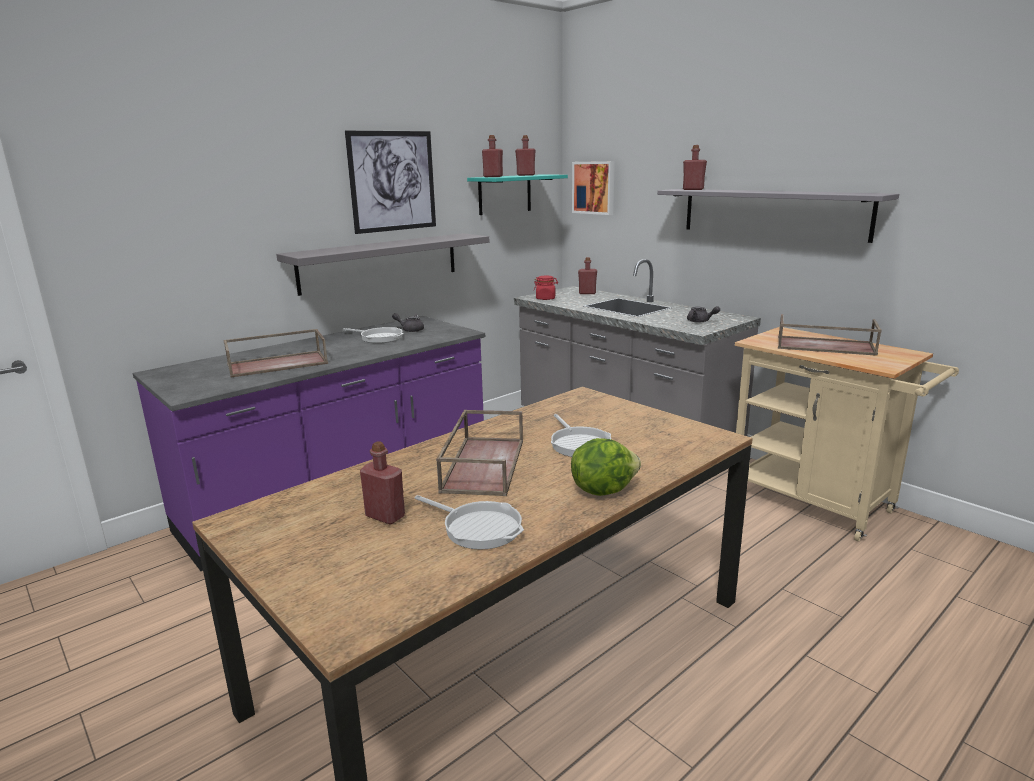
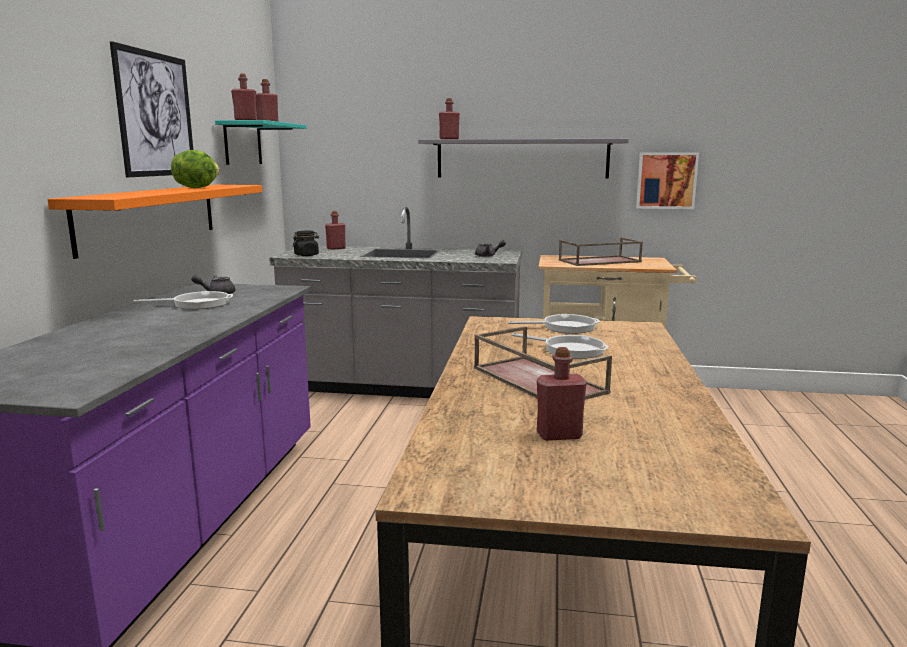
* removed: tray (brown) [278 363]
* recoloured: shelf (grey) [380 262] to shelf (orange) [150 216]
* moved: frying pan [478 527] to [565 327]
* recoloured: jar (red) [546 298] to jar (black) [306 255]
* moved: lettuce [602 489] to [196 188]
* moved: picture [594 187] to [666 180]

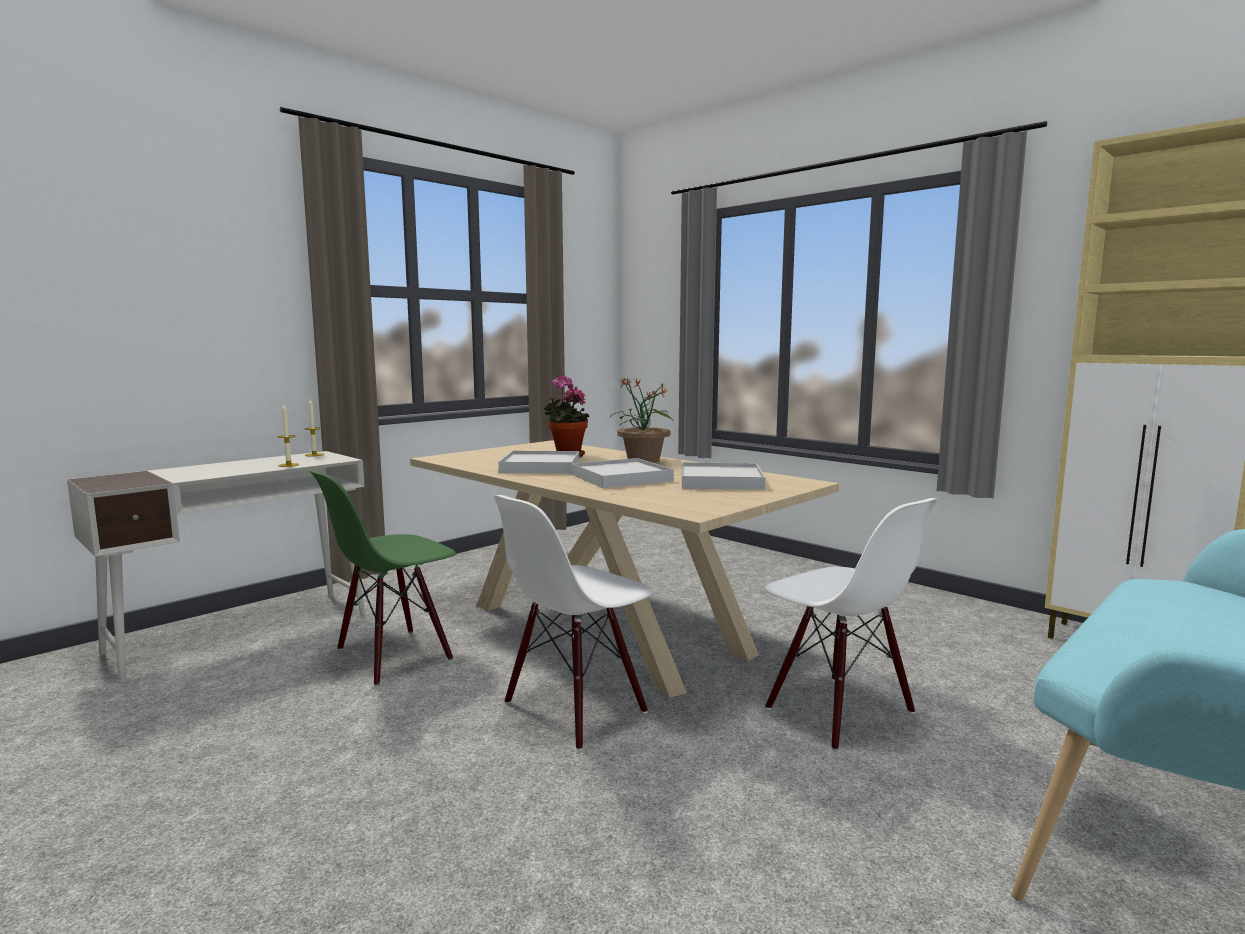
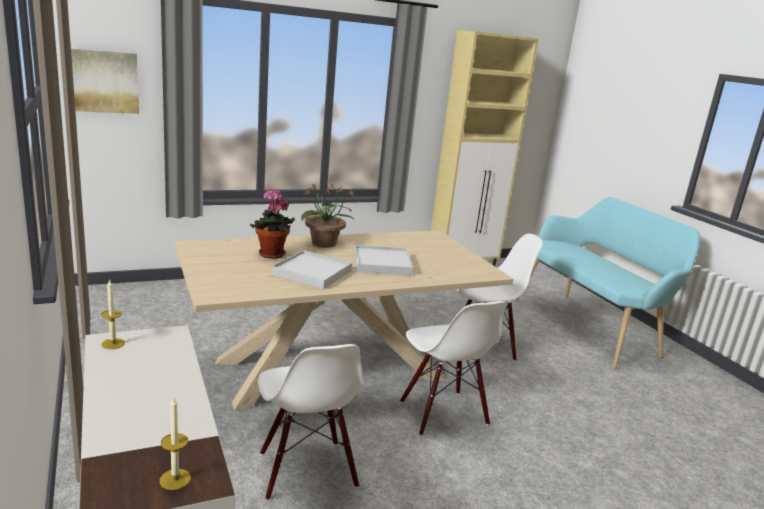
* moved: candle [288 465] to [175 479]
* recoloured: chair (green) [393 655] to chair (white) [306 470]
* removed: tray (white) [721 481]
* added: picture [106 81]

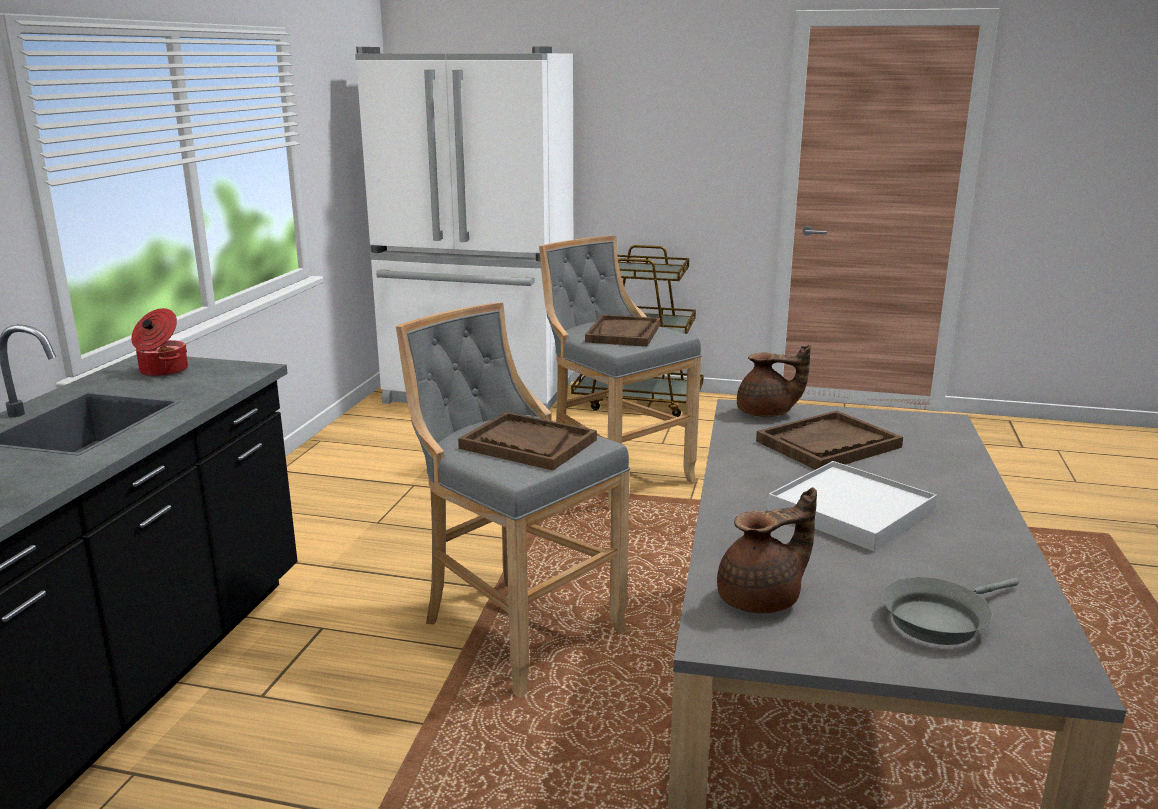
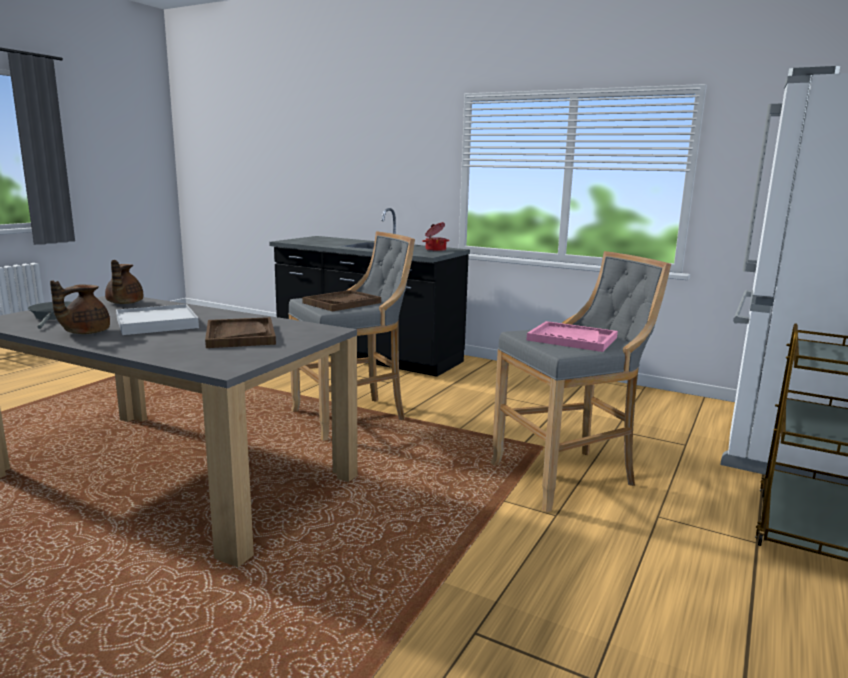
* recoloured: tray (brown) [623 333] to tray (pink) [571 339]
* moved: teapot (brown) [766 413] to [84 332]

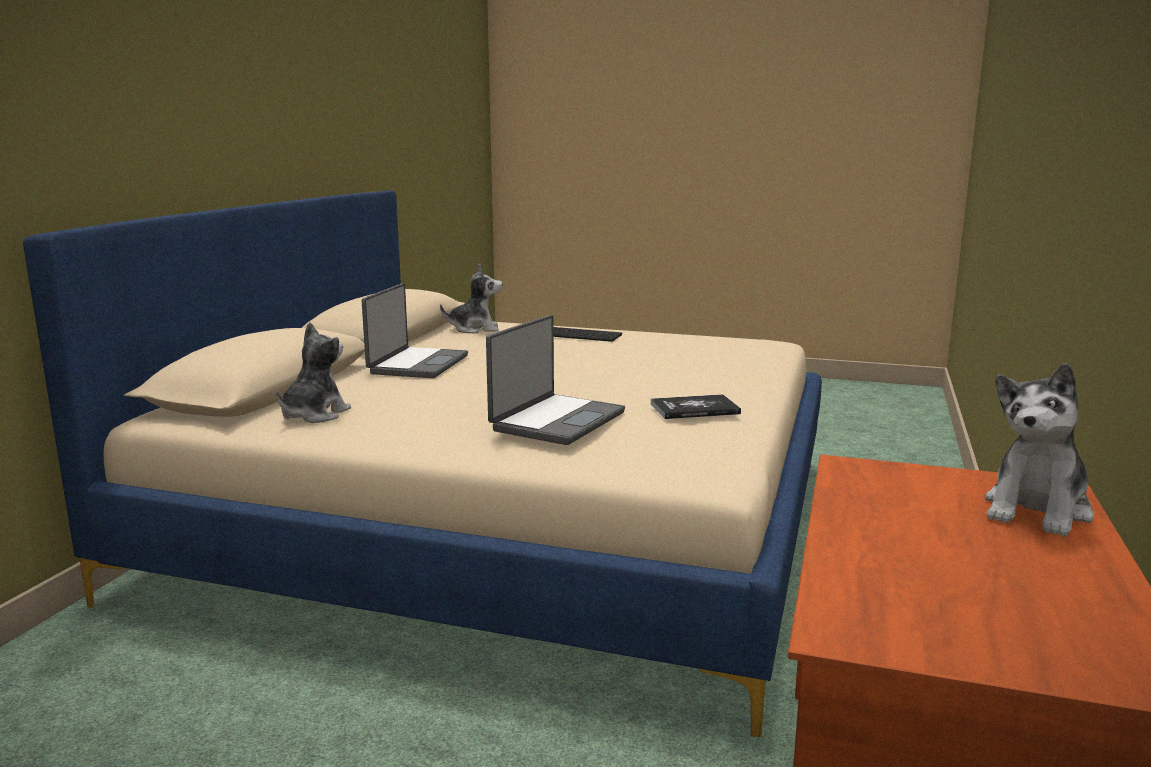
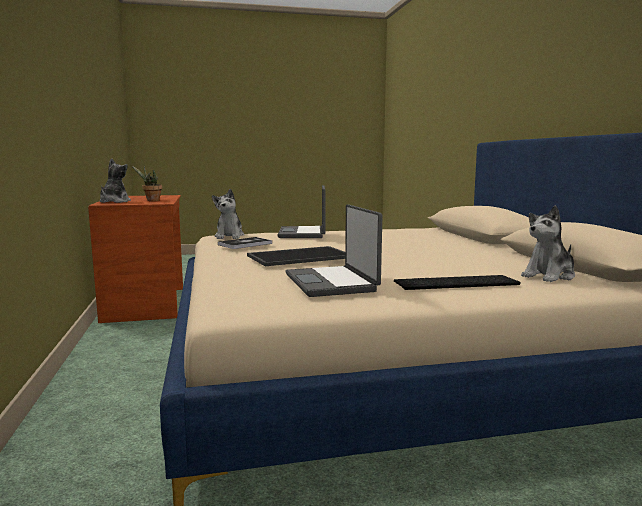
* moved: plush toy [314 415] to [229 236]
* moved: laptop [417 364] to [332 283]
* added: potted plant [151 200]
* added: tray [300 256]

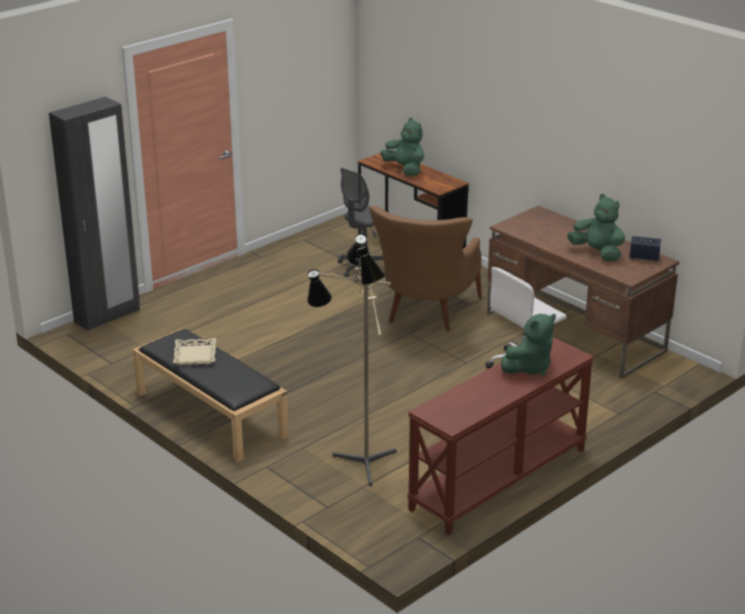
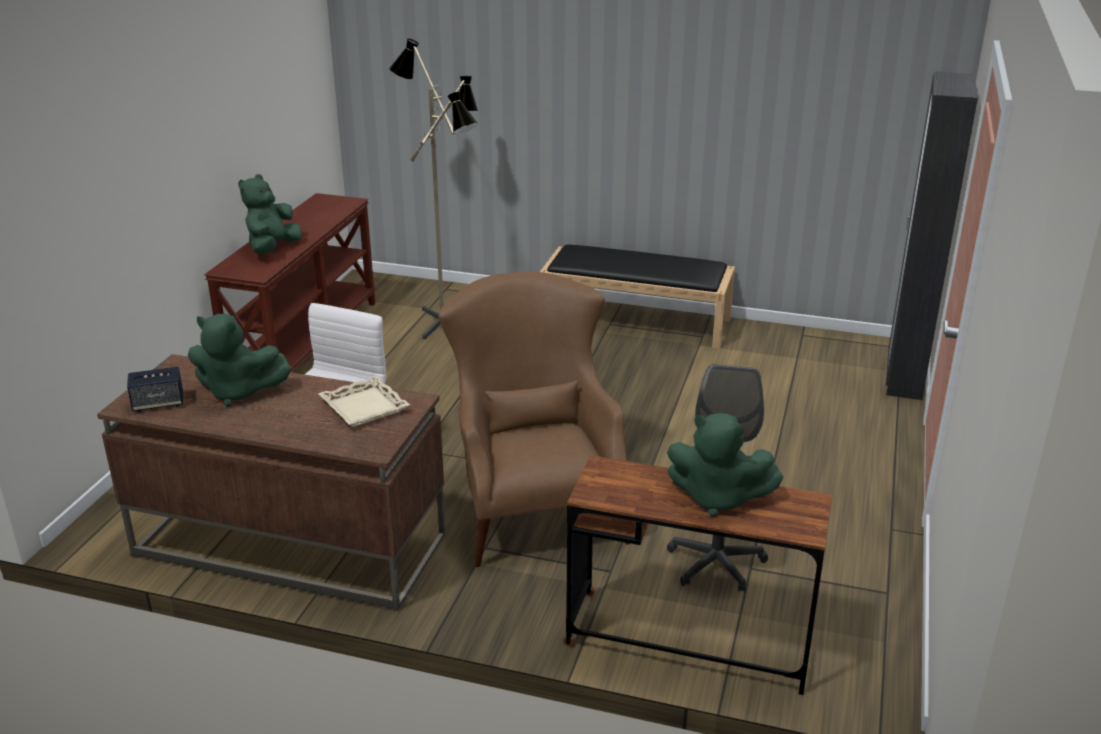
* moved: tray (beige) [194 355] to [365 407]

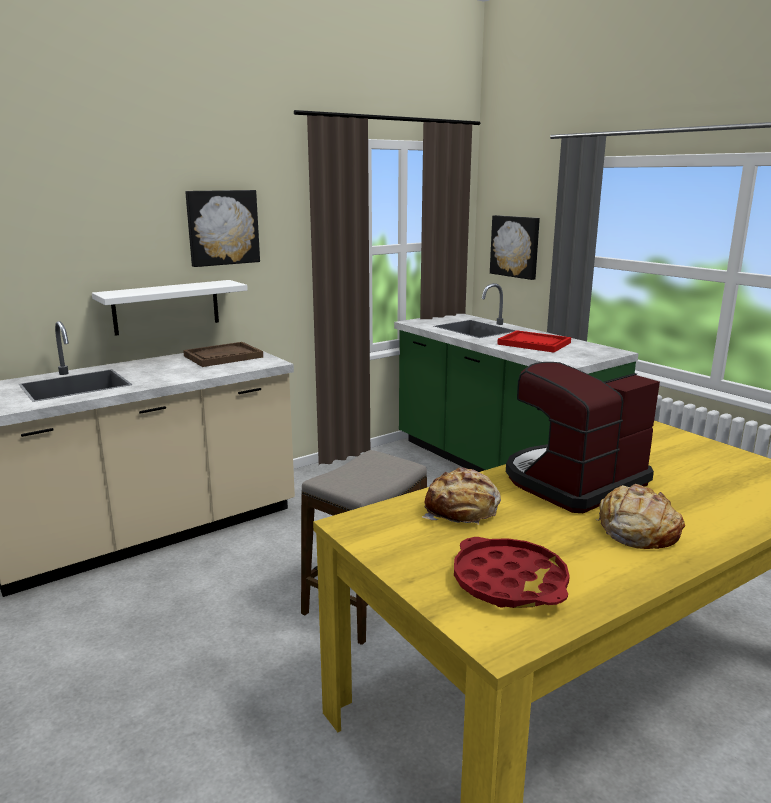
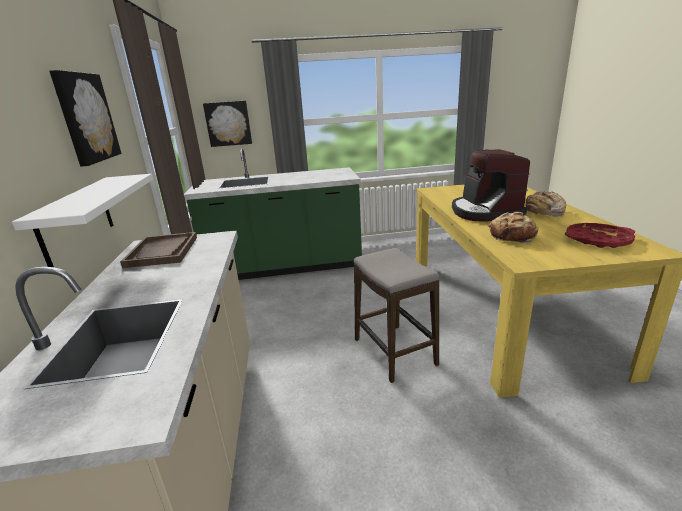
* removed: tray (red) [534 343]

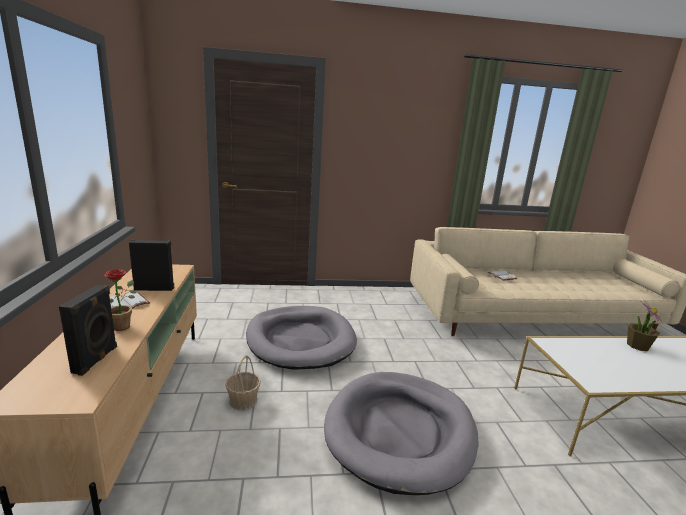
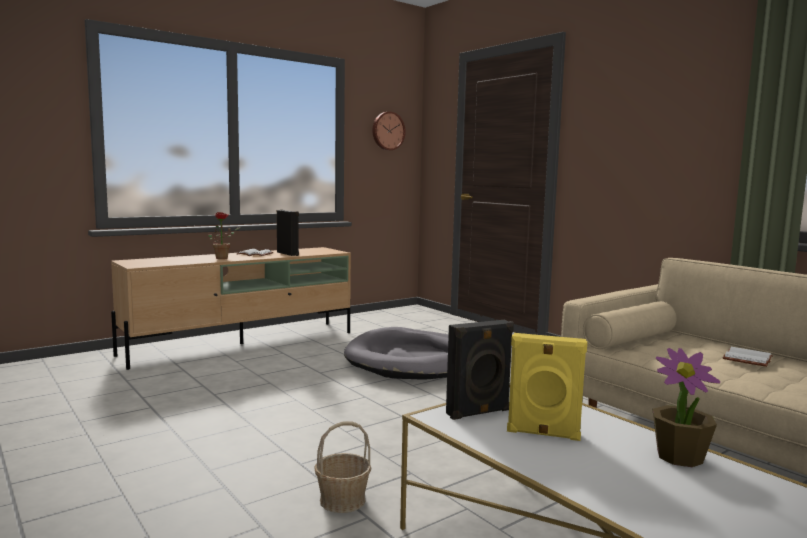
* moved: speaker (black) [96 360] to [479 413]
* moved: basket [243 401] to [342 500]
* removed: dog bed (grey) [400 431]
* added: wall clock [387 131]
* added: speaker (yellow) [543 434]

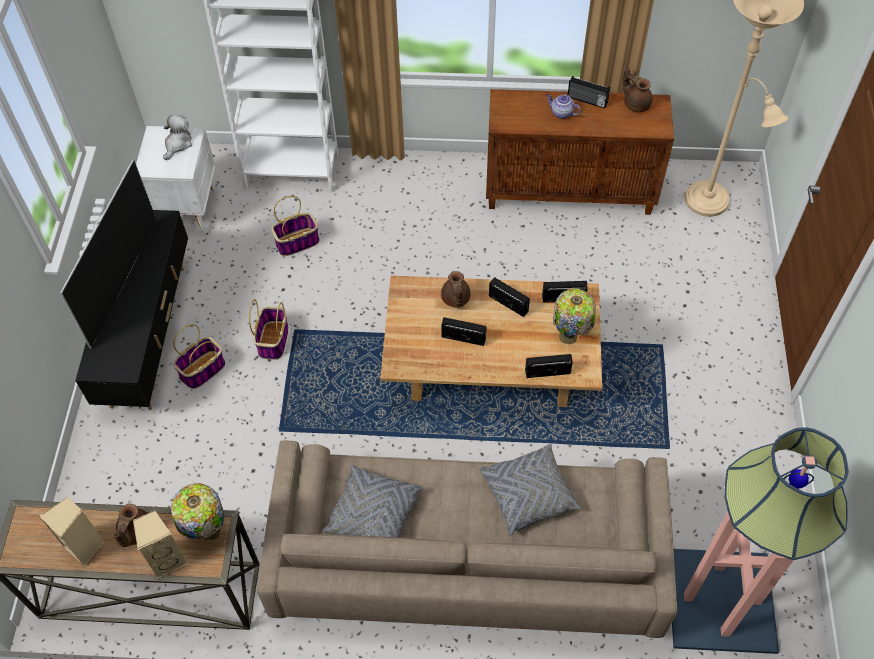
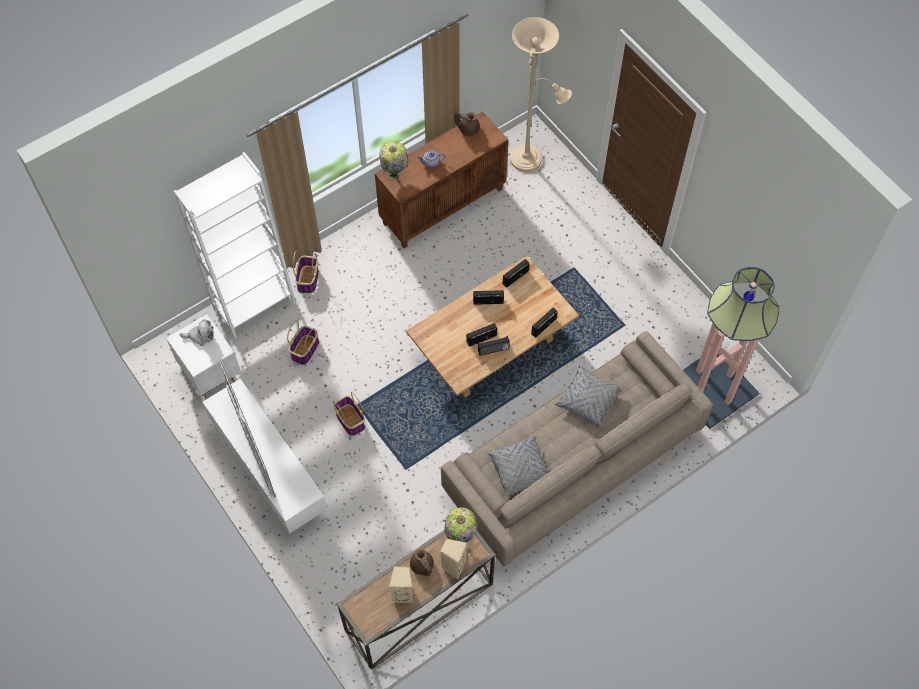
* recoloured: tv stand (black) [150 335] to tv stand (white) [270 471]
* turned: plush toy [178 144] = [200 336] 105 degrees clockwise
* moved: basket [202 371] to [308 280]
* removed: teapot (brown) [455 299]
* moved: table lamp [569 337] to [394 175]
* moved: radio [587 101] to [493 350]

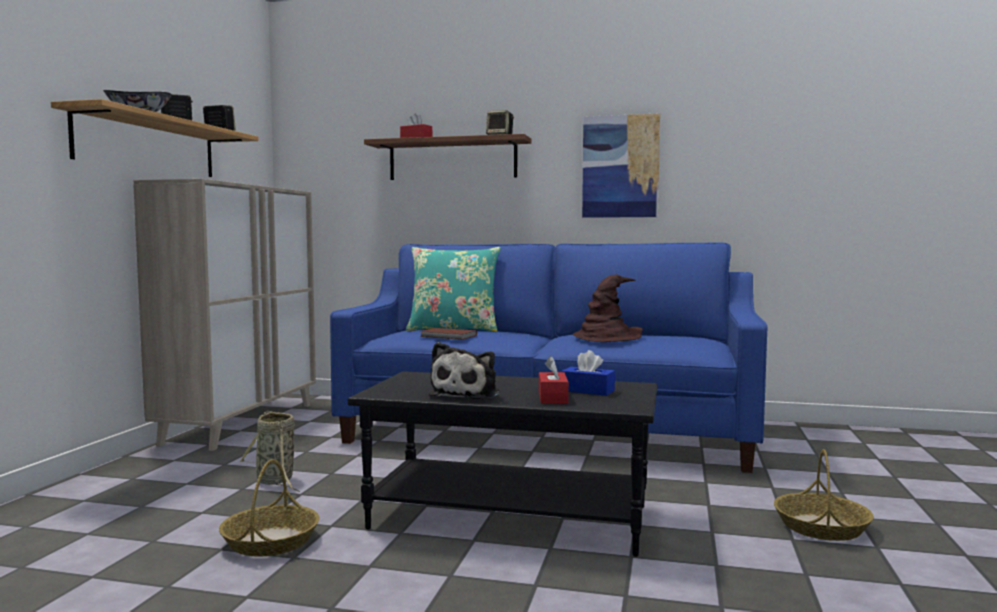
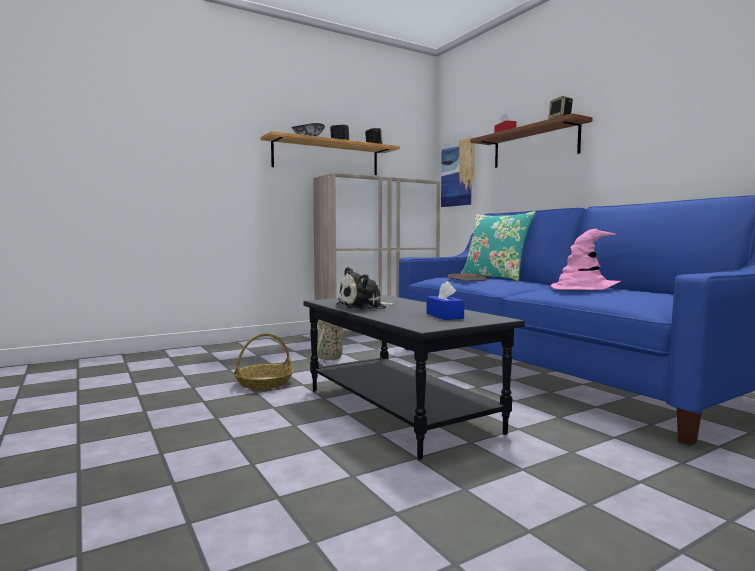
* removed: tissue box (red) [553 398]
* recoloured: hat (brown) [607 337] to hat (pink) [584 288]
* moved: picture [620 166] to [458 173]
* removed: basket [822 527]

